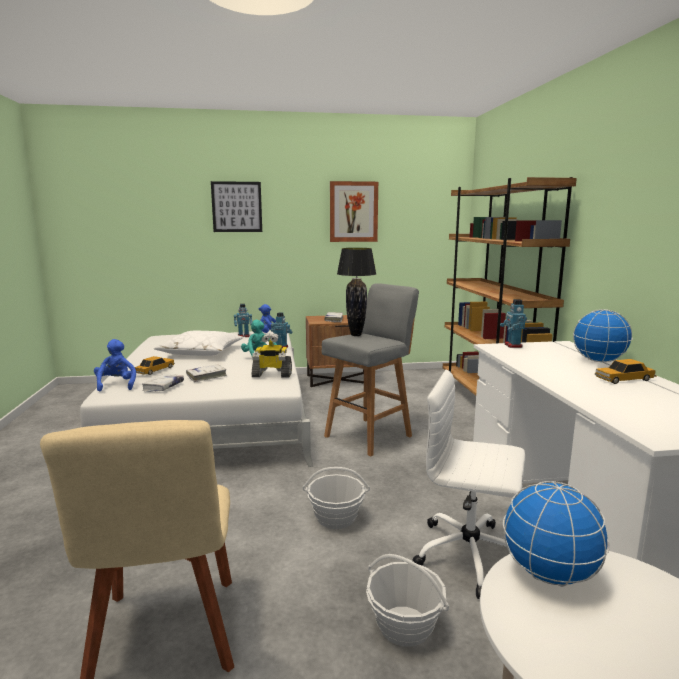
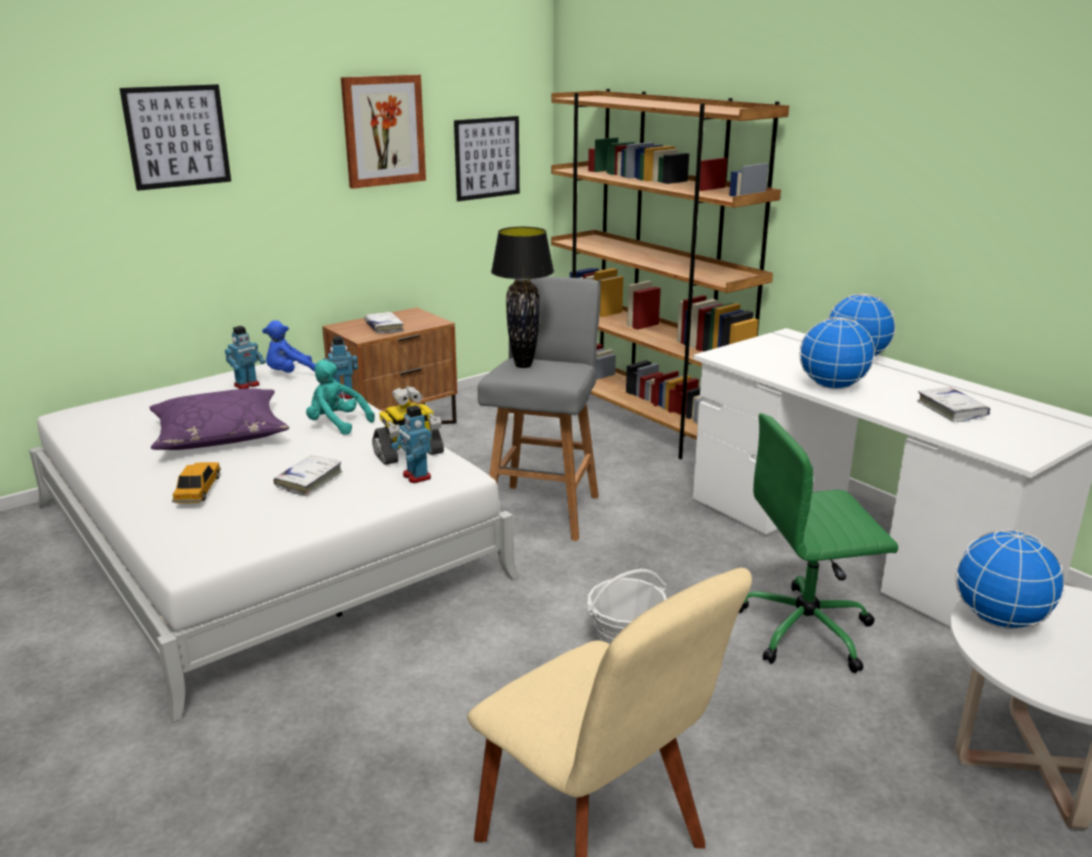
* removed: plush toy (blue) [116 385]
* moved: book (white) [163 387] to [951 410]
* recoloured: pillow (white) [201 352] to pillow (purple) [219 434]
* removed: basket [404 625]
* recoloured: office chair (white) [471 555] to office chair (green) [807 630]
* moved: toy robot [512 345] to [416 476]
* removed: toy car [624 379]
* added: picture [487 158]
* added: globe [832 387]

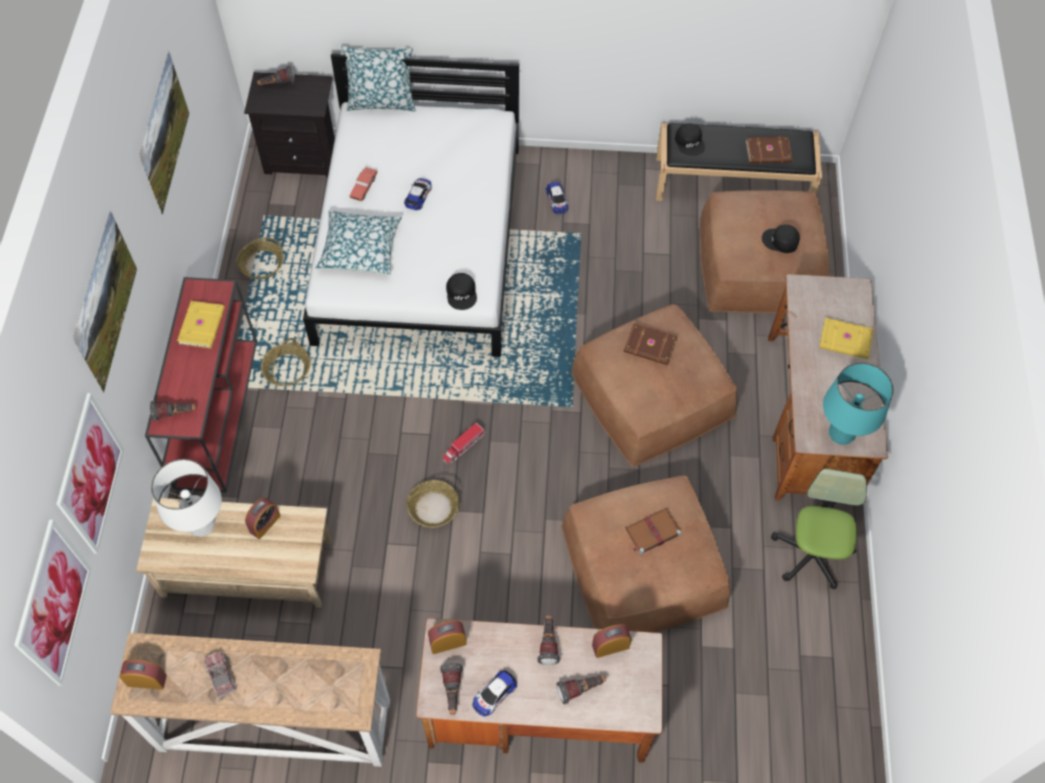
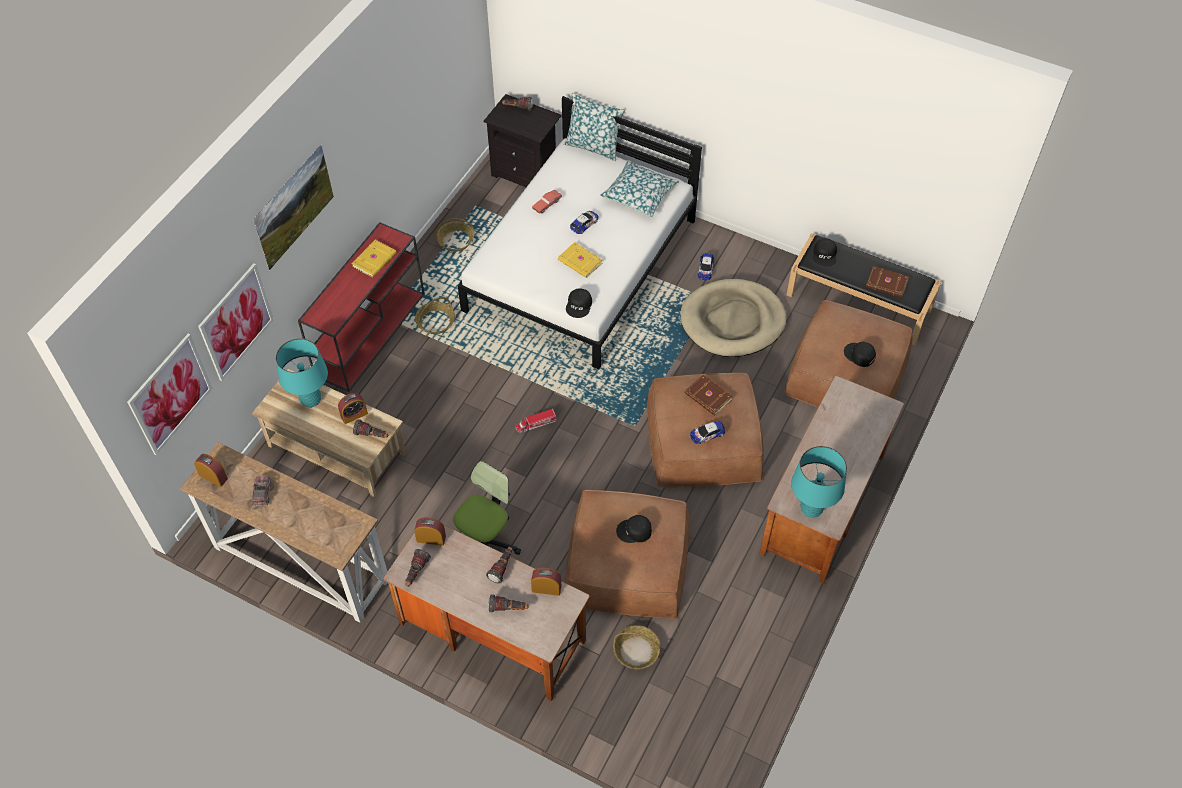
* removed: picture [170 148]
* moved: flashlight [175 414] to [372 435]
* recoloured: table lamp (white) [202 525] to table lamp (turquoise) [311 399]
* moved: pillow [360 249] to [639 194]
* moved: basket [433 507] to [637 651]
* moved: toy car [494 694] to [707 434]
* replaced: book (brown) [652 532] to cap (black) [634 531]
* moved: office chair [811 554] to [486 542]
* moved: book (yellow) [845 341] to [580 262]
* added: dog bed (beige) [732 321]

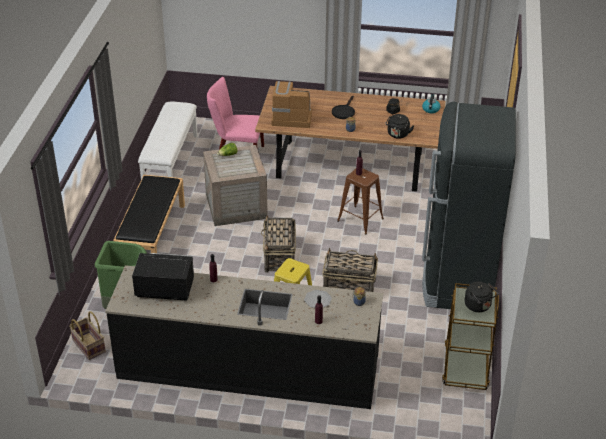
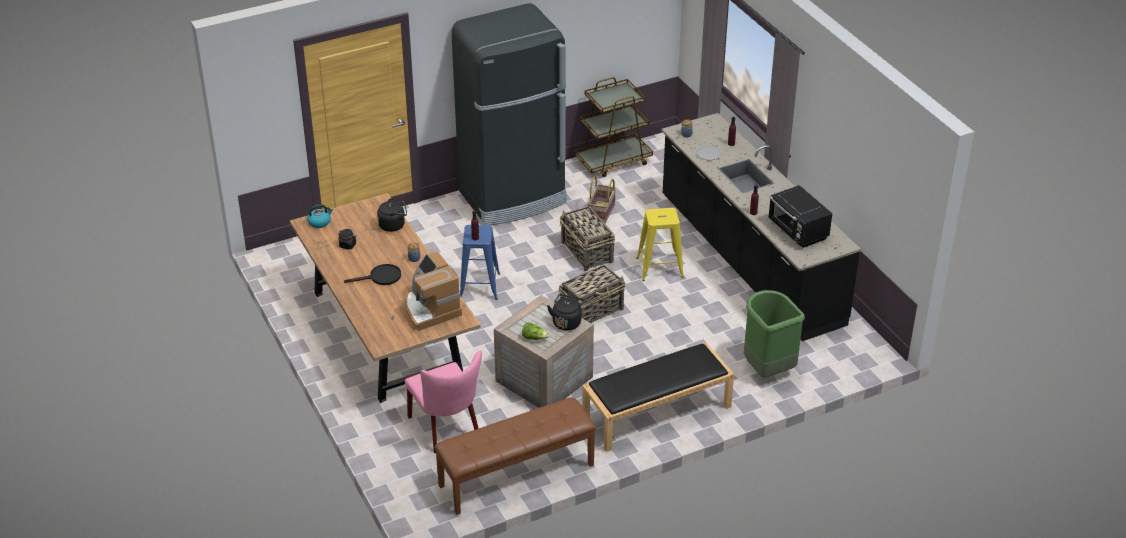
* moved: basket [88 346] to [602 212]
* recoloured: bench (white) [170 162] to bench (brown) [516 476]
* recoloured: stool (brown) [360 220] to stool (blue) [479 286]
* moved: kettle (black) [479 306] to [567 322]

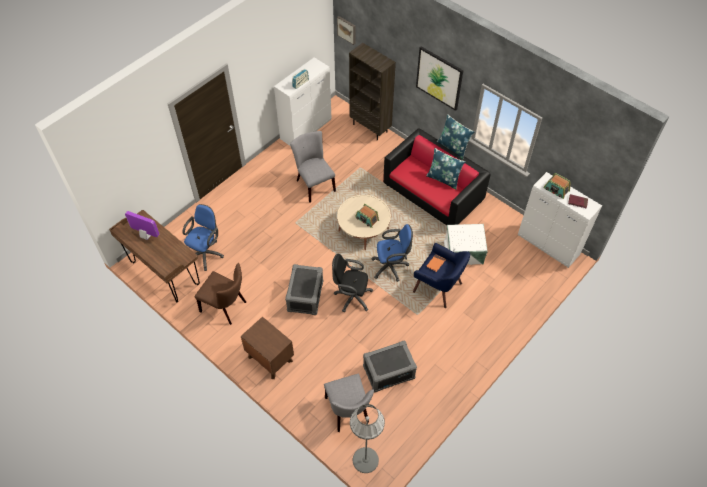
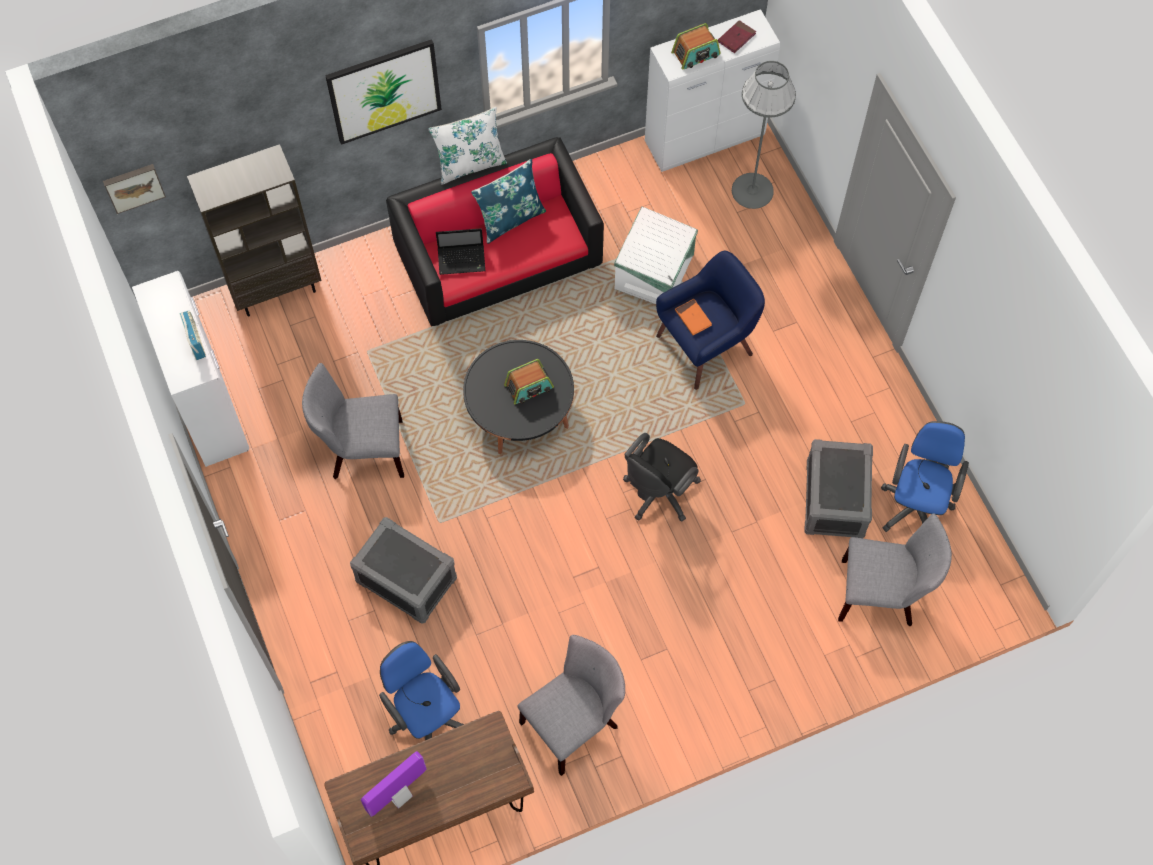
* recoloured: chair (brown) [226 307] to chair (grey) [574 722]
* removed: nightstand (brown) [270 358]
* moved: storage box (grey) [305 295] to [405 579]
* recoloured: coffee table (beige) [363 229] to coffee table (black) [520 410]
* moved: floor lamp (grey) [365 460] to [752 191]
* moved: office chair (blue) [391 267] to [916 504]
* recoloured: pillow (blue) [453 147] to pillow (white) [470 164]
* added: laptop [462 260]

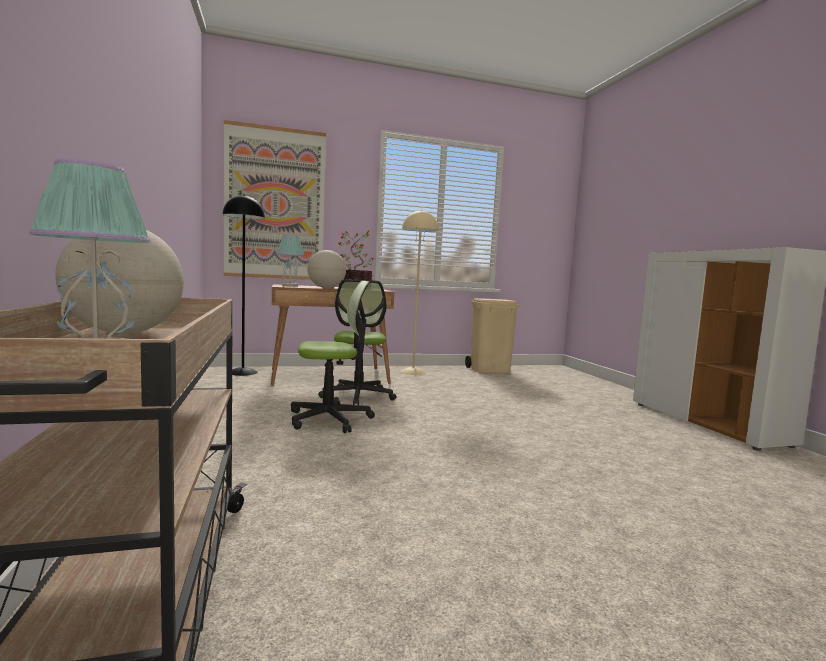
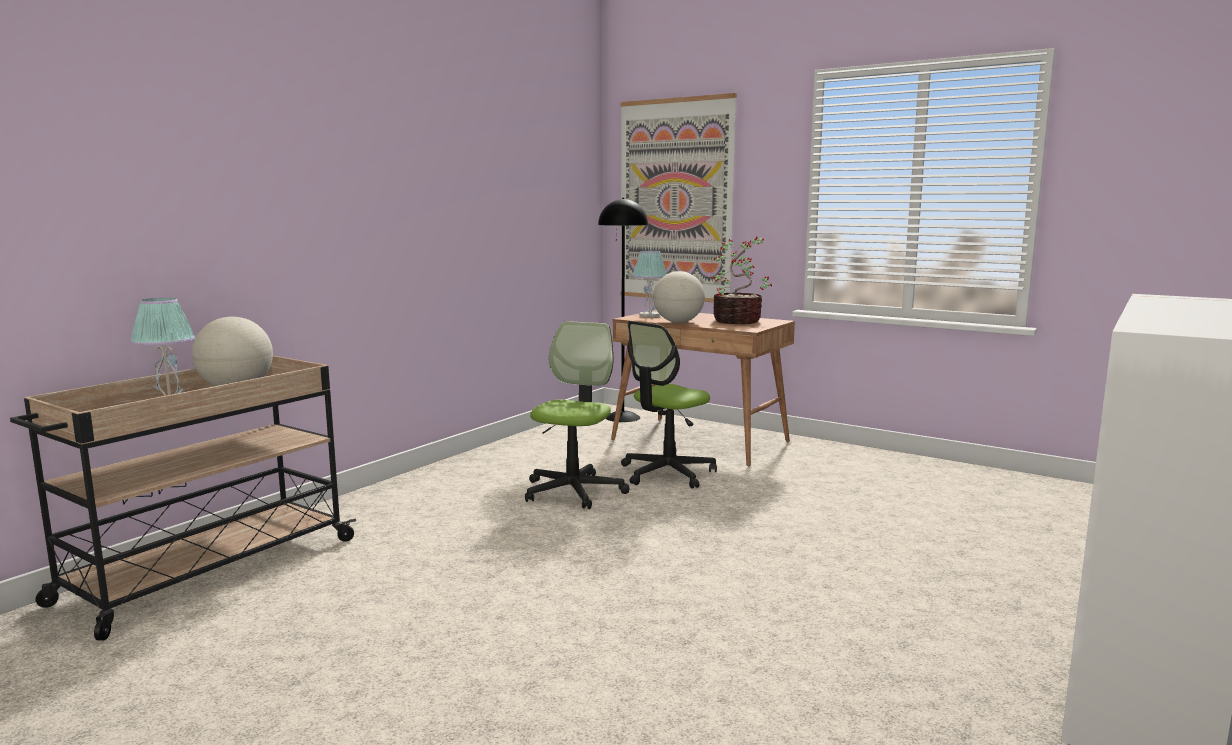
* turned: office chair [330 419] = [573 491] 105 degrees counterclockwise
* removed: floor lamp (beige) [413 372]
* removed: trash can (beige) [490 370]

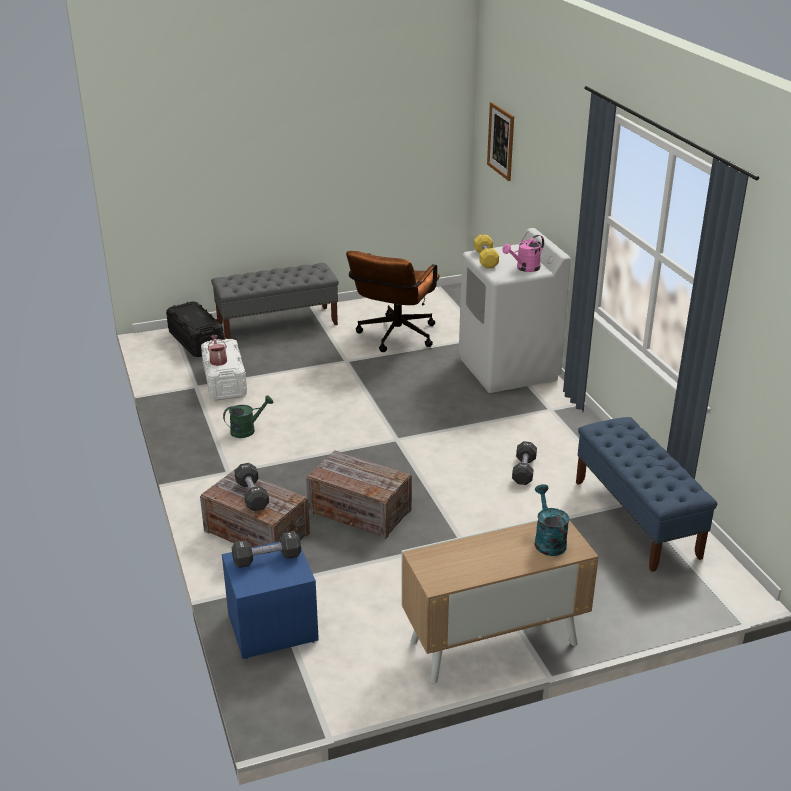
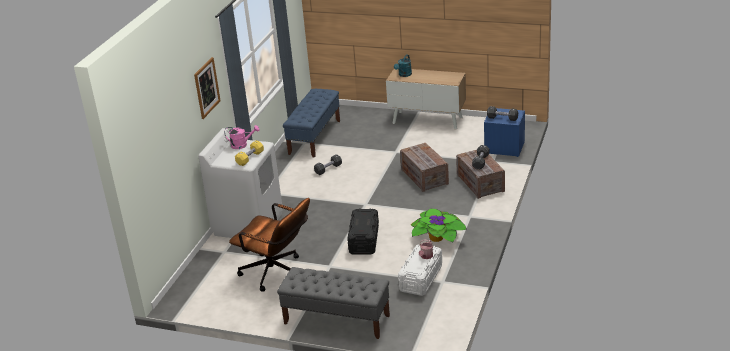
* moved: storage box (black) [196 341] to [364 240]
* replaced: watering can (green) [247 430] to potted plant [438 238]
* turned: office chair (brown) [394 338] = [277 273] 60 degrees clockwise
* moved: picture [501 141] to [206 88]

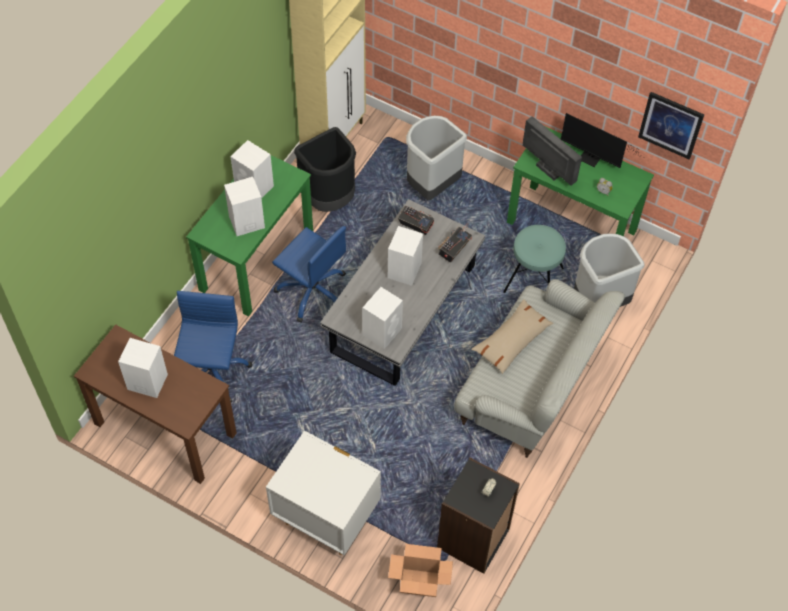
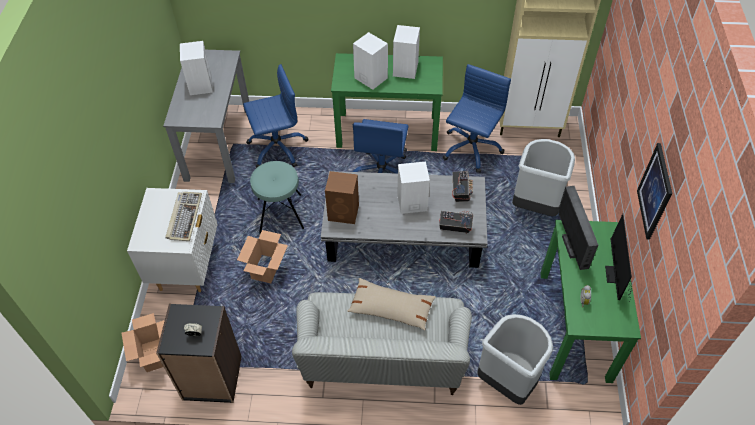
* recoloured: desk (brown) [164 428] to desk (grey) [218 143]
* replaced: trash can (black) [329 200] to office chair (blue) [471 148]
* recoloured: speaker (white) [382 331] to speaker (brown) [344 213]
* moved: stool (turquoise) [533 280] to [280 214]
* turned: monitor [547 171] = [571 246] 150 degrees clockwise
* moved: picture [671 125] to [655 192]
* added: keyboard [184 217]
* added: cardboard box [266 269]

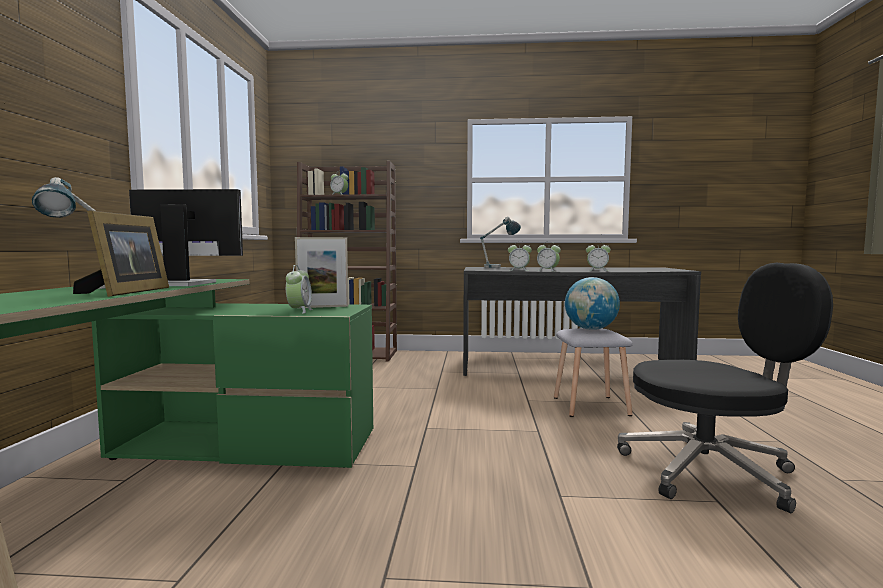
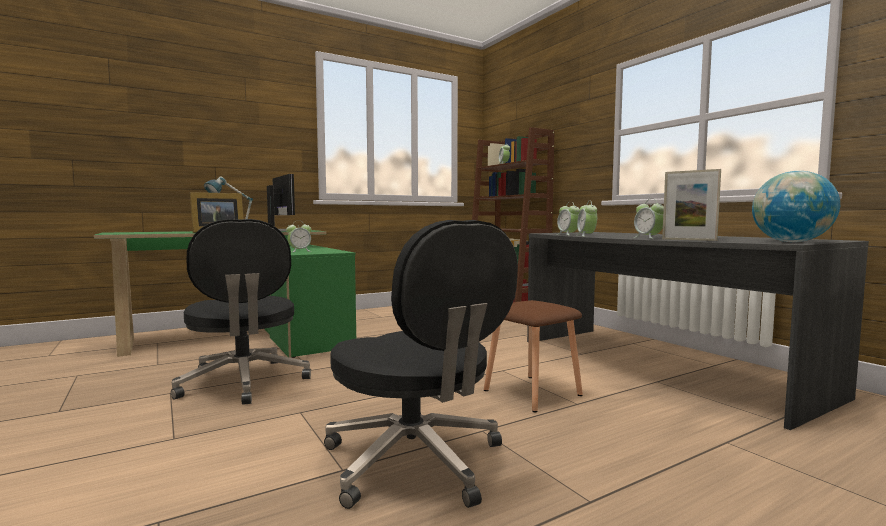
* moved: picture frame [322 307] to [688 240]
* removed: table lamp [499 267]
* recoloured: stool (grey) [589 406] to stool (brown) [530 392]
* moved: globe [591 329] to [791 242]
* added: office chair (black) [244 383]

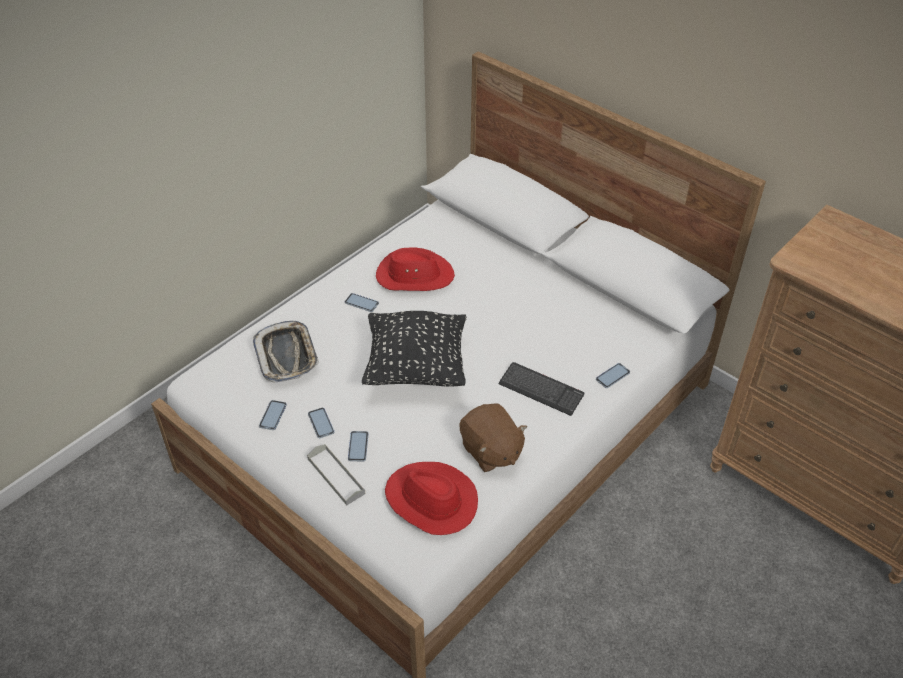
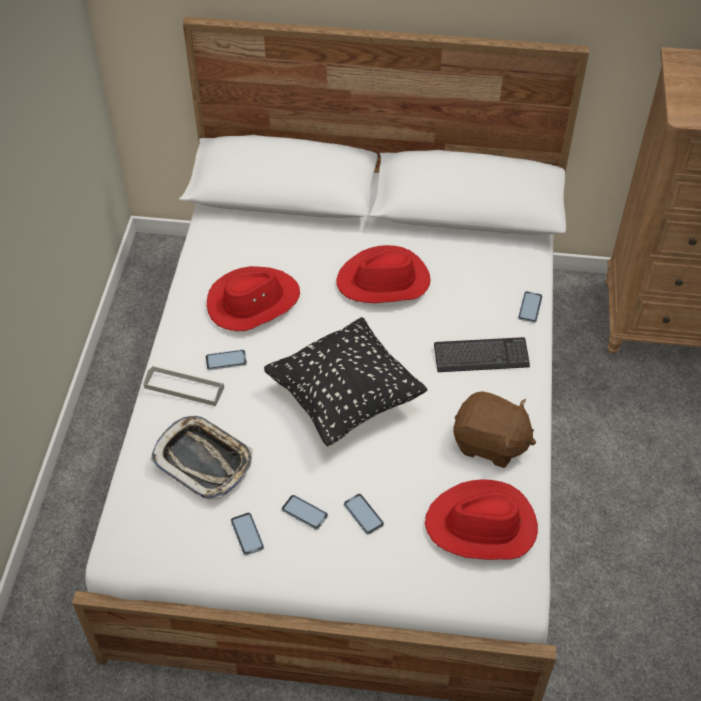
* moved: tray (grey) [336 476] to [184 388]
* added: hat (red) [384 281]

